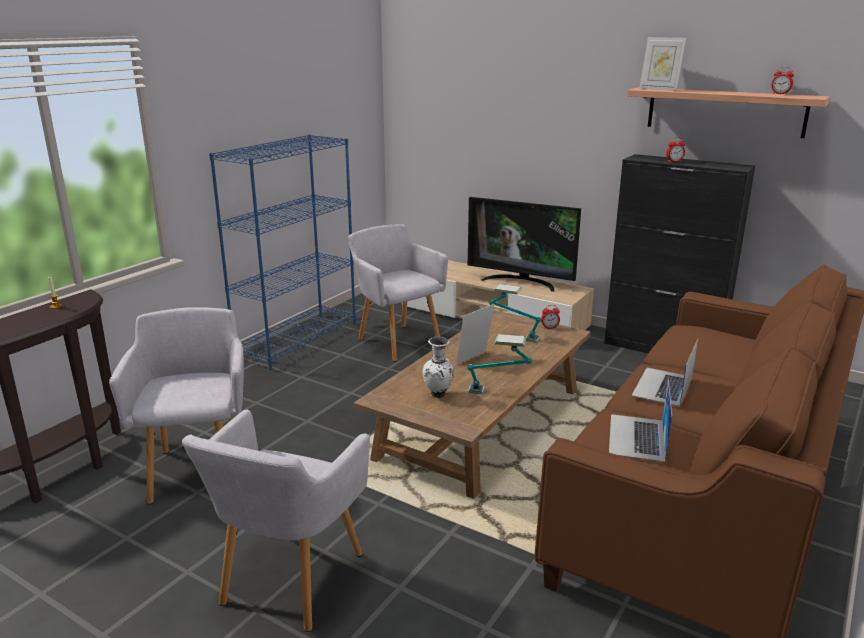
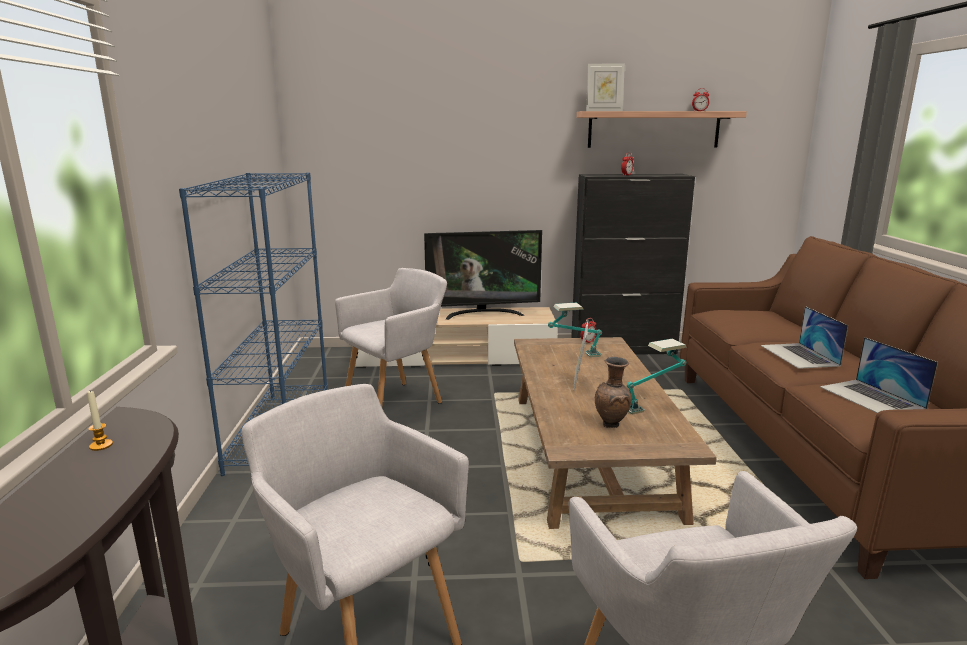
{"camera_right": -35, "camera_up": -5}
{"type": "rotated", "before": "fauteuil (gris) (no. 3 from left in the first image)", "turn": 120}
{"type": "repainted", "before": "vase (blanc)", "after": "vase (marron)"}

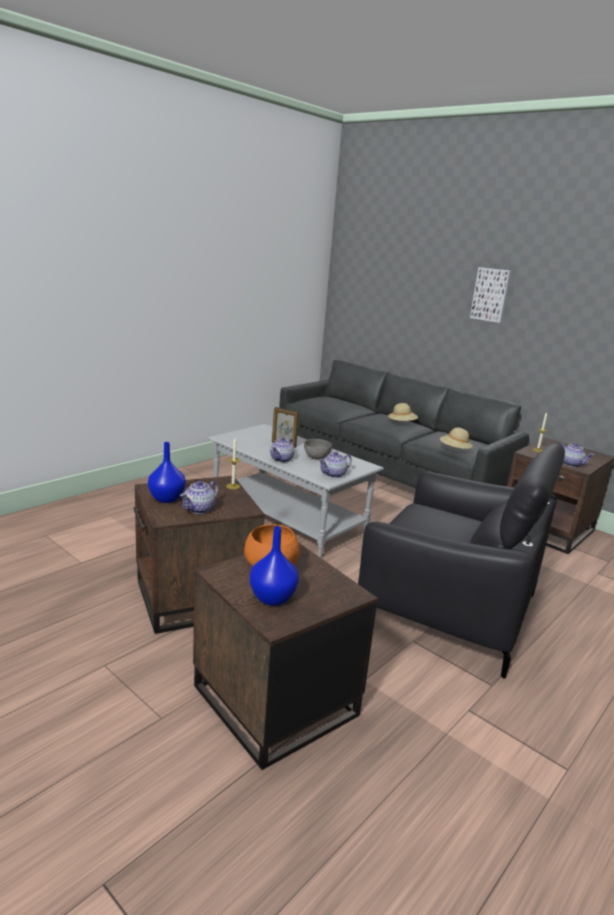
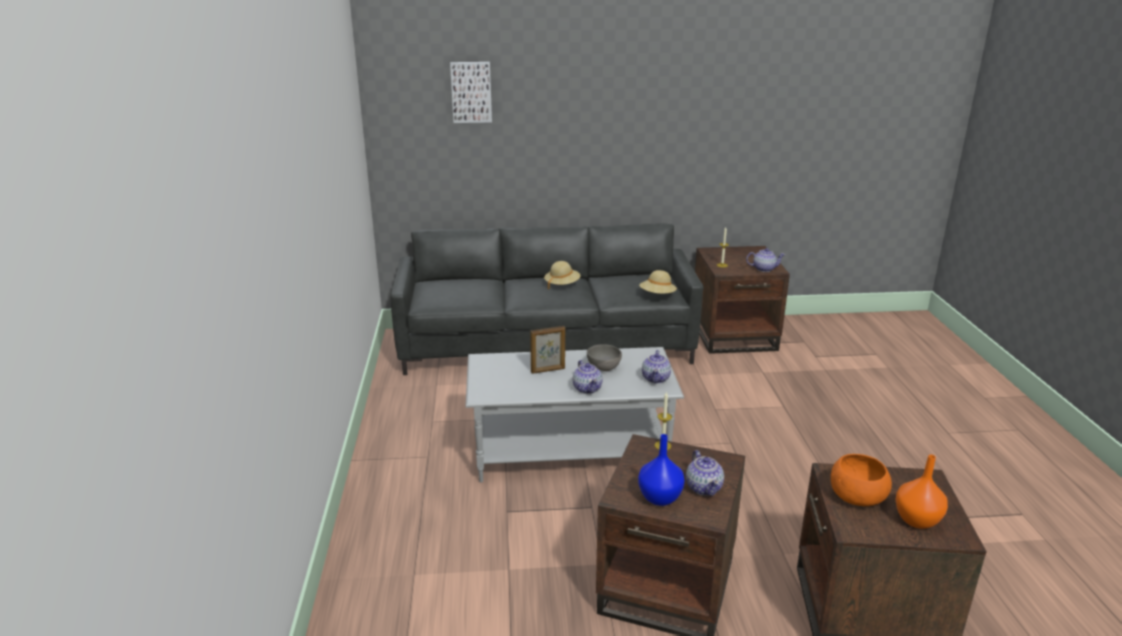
{"camera_right": -45, "camera_up": 5}
{"type": "repainted", "before": "vase (bleu) (no. 2 from left)", "after": "vase (orange)"}
{"type": "gone", "before": "fauteuil (noir)"}
{"type": "shifted", "before": "tableau"}

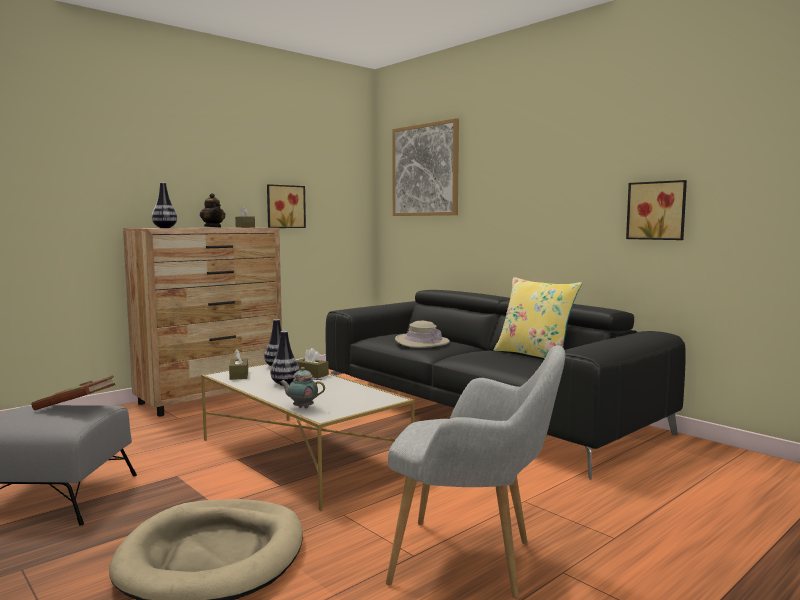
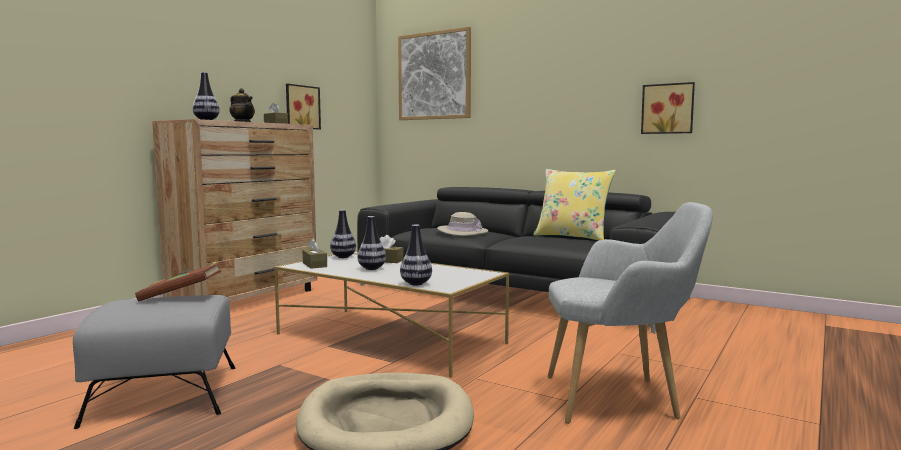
{"camera_right": -15, "camera_up": 0}
{"type": "swapped", "before": "théière (no. 2 from left)", "after": "vase (no. 4 from left)"}

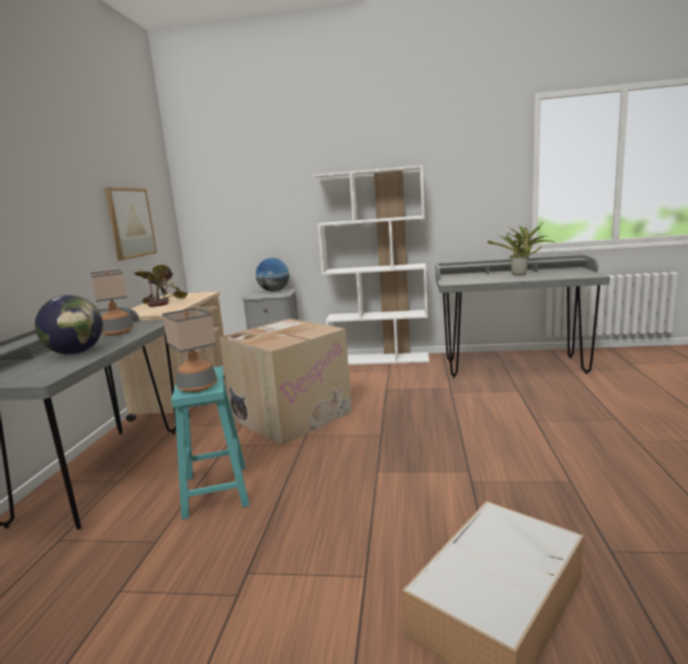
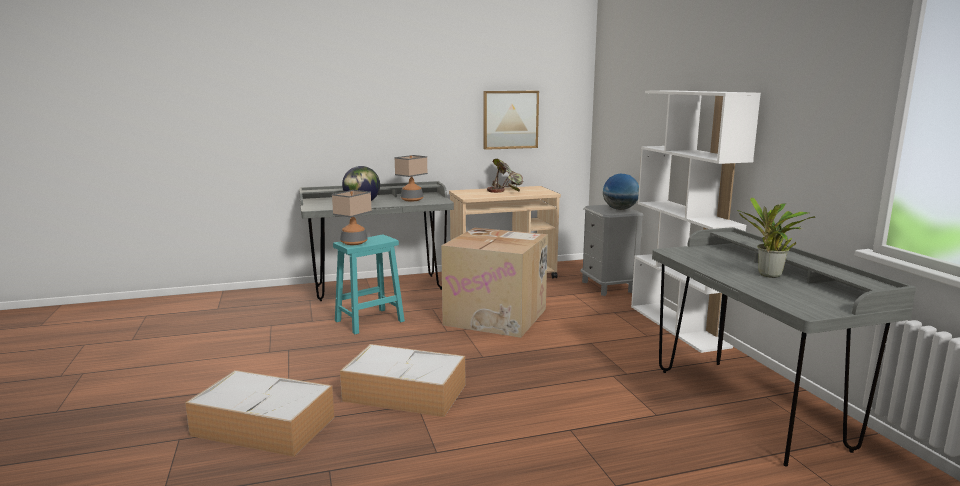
{"camera_right": 65, "camera_up": 0}
{"type": "new", "after": "boîte de rangement (no. 2 from left)"}

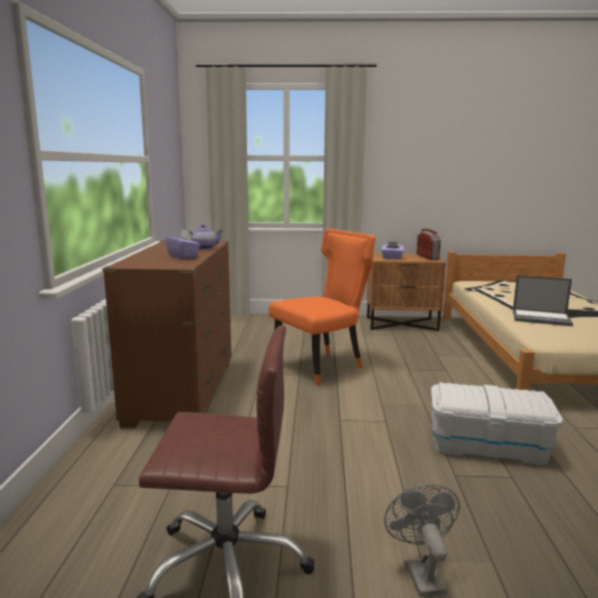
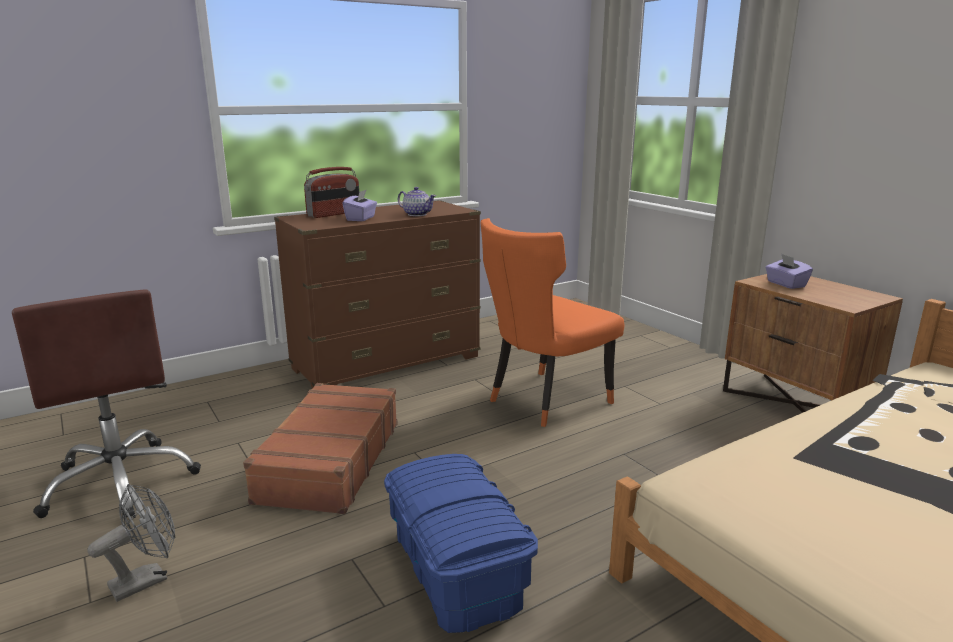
{"camera_right": 55, "camera_up": 5}
{"type": "rotated", "before": "chaise (orange)", "turn": 120}
{"type": "shifted", "before": "radio"}
{"type": "repainted", "before": "boîte de rangement (blanc)", "after": "boîte de rangement (bleu)"}
{"type": "gone", "before": "ordinateur portable"}
{"type": "new", "after": "valise (marron)"}

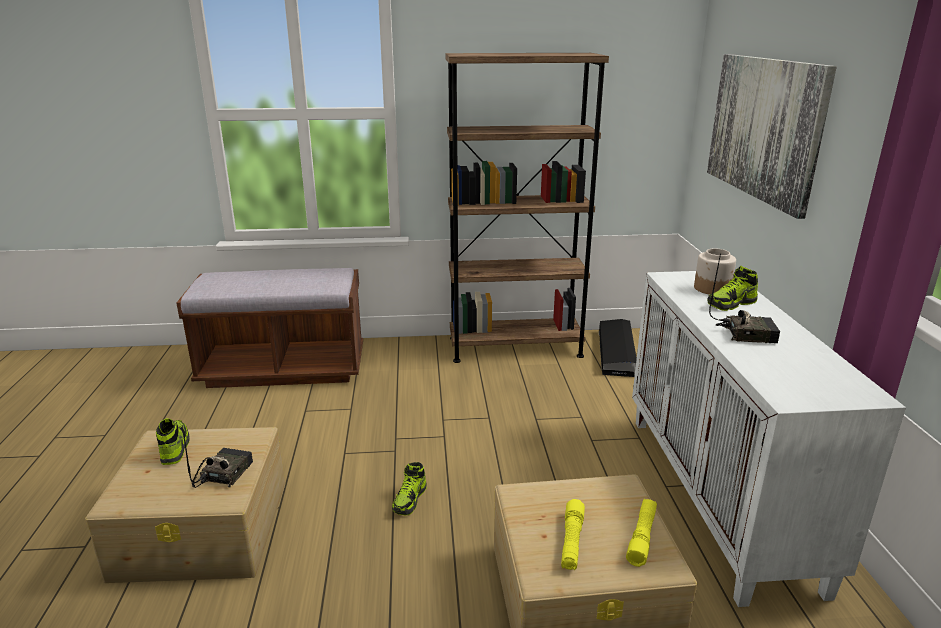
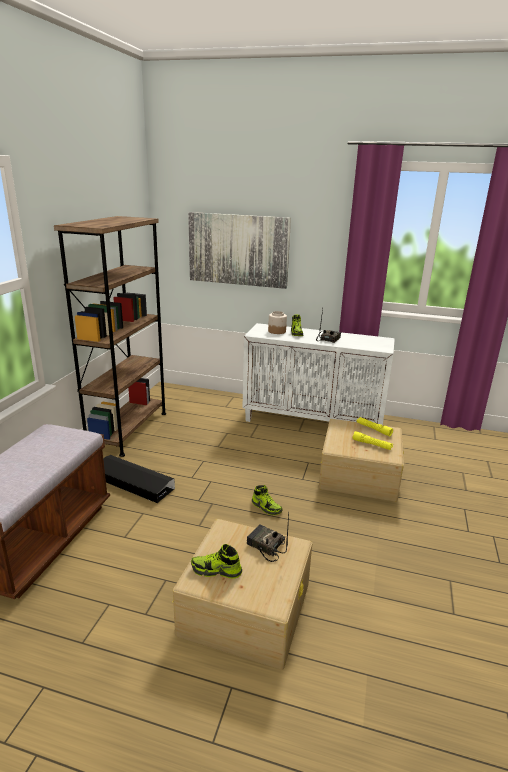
{"camera_right": -70, "camera_up": 0}
{"type": "shifted", "before": "boîte de rangement (noir)"}

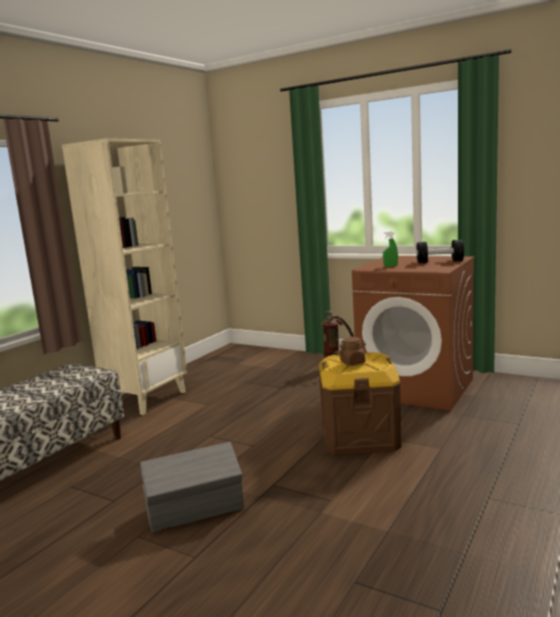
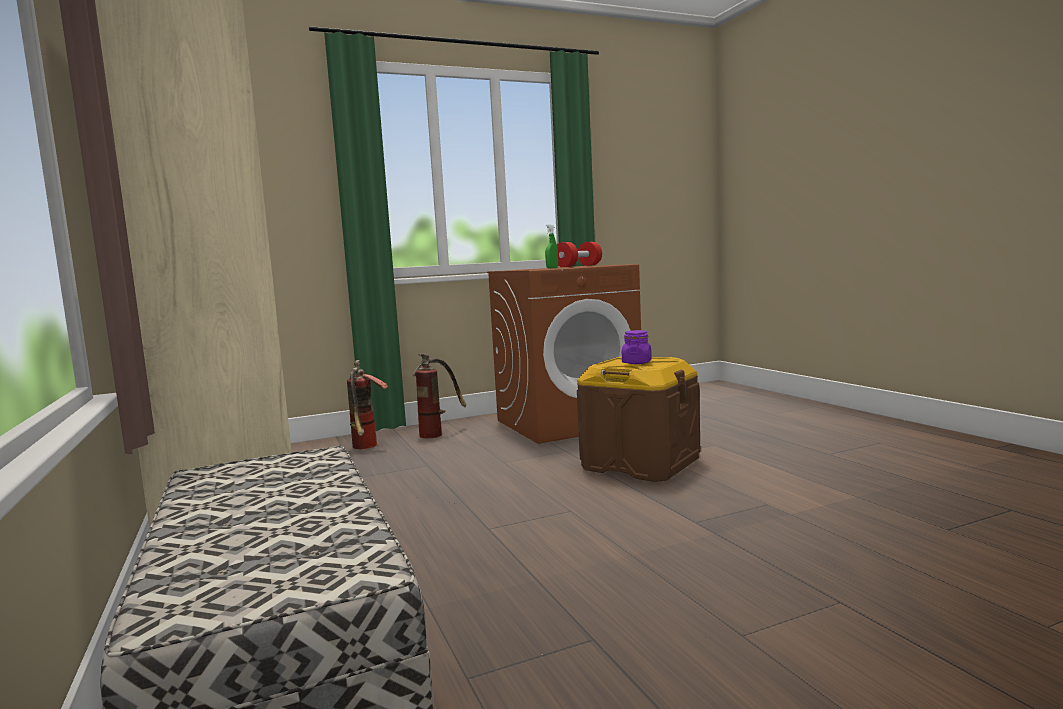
{"camera_right": -55, "camera_up": -5}
{"type": "gone", "before": "boîte de rangement (gris)"}
{"type": "repainted", "before": "bocal (marron)", "after": "bocal (violet)"}
{"type": "repainted", "before": "haltère (noir)", "after": "haltère (rouge)"}
{"type": "new", "after": "extincteur (no. 1 from left)"}

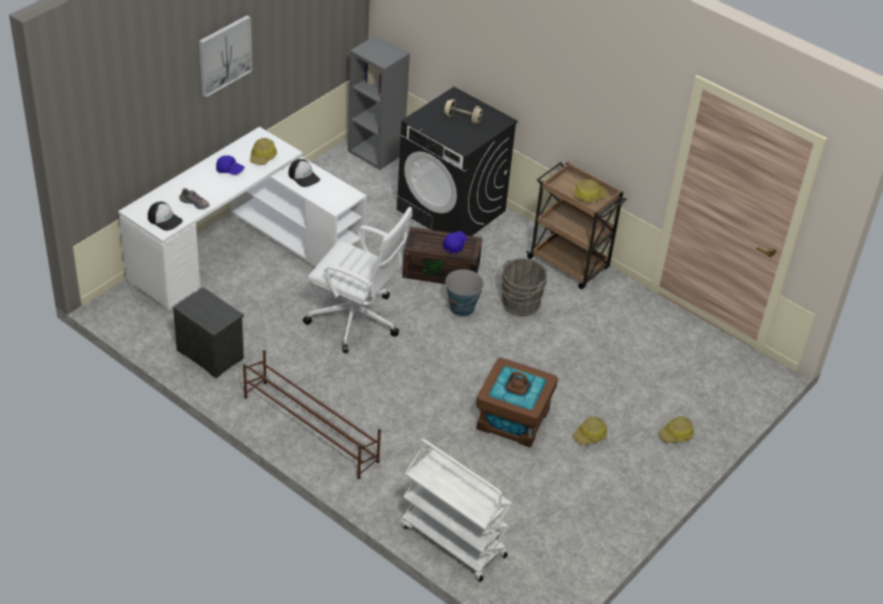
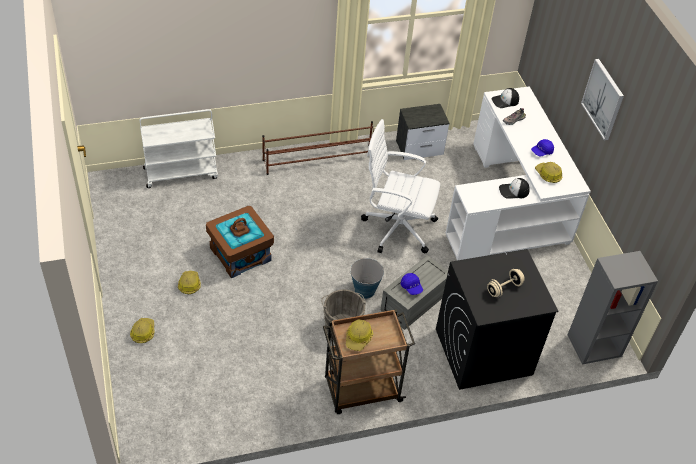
{"camera_right": 125, "camera_up": 5}
{"type": "rotated", "before": "chaise de bureau (blanc)", "turn": 45}
{"type": "repainted", "before": "boîte de rangement (marron) (no. 1 from left)", "after": "boîte de rangement (gris)"}

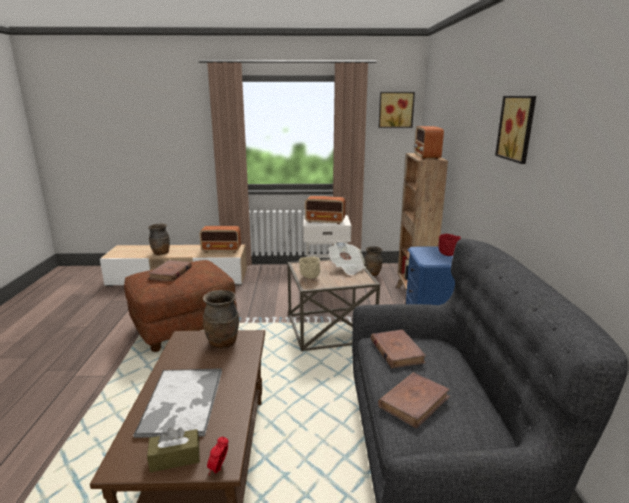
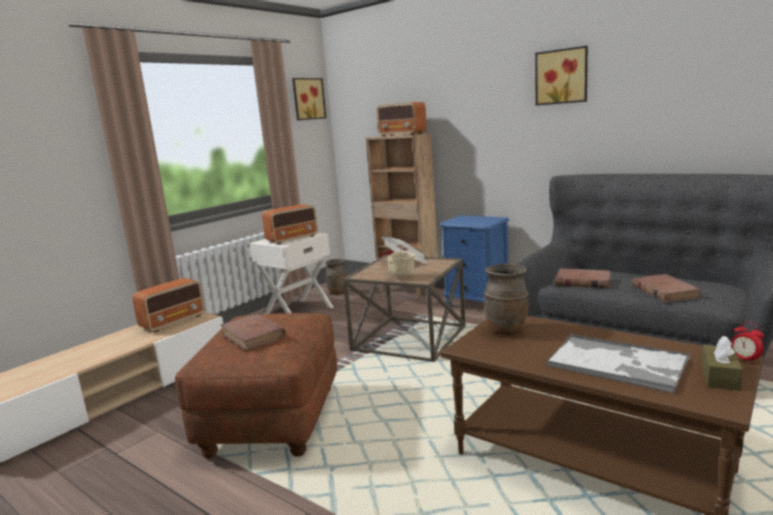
{"camera_right": -50, "camera_up": -5}
{"type": "gone", "before": "vase (marron) (no. 1 from left)"}
{"type": "gone", "before": "bol (rouge)"}

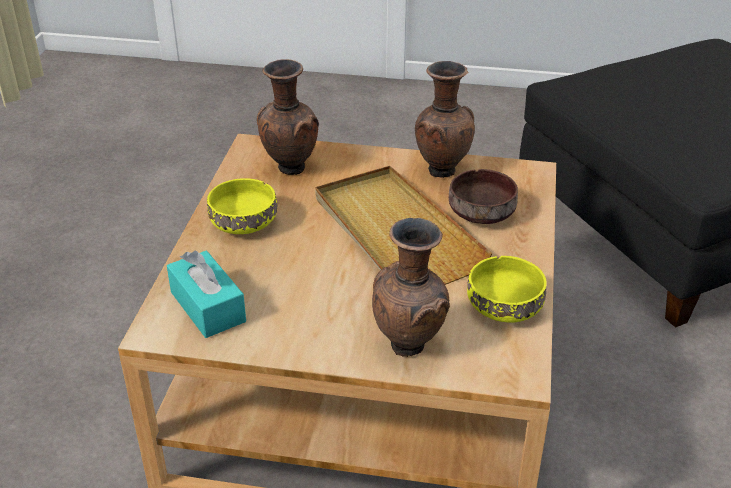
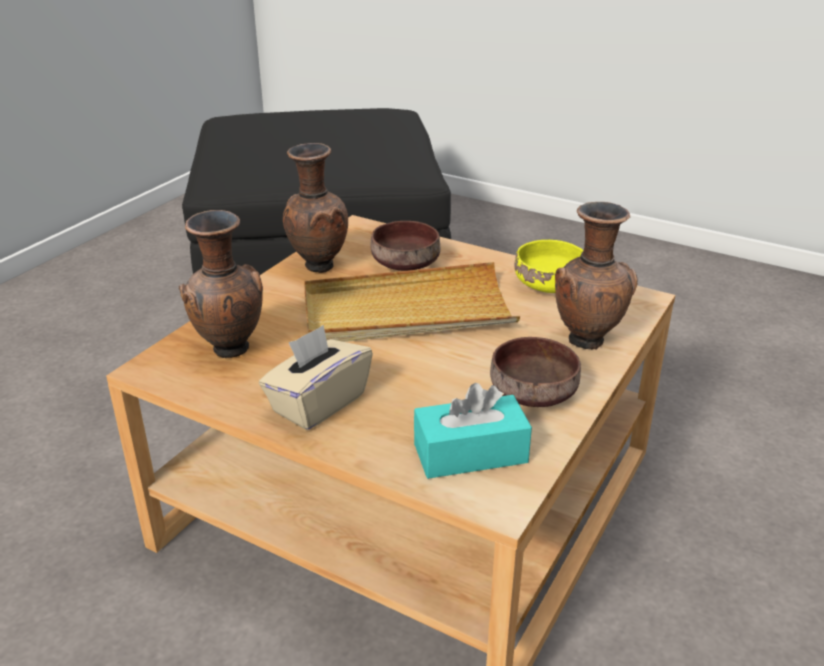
{"camera_right": -70, "camera_up": -5}
{"type": "swapped", "before": "bol (jaune) (no. 1 from left)", "after": "boîte à mouchoirs (beige)"}
{"type": "new", "after": "bol (marron) (no. 2 from left)"}

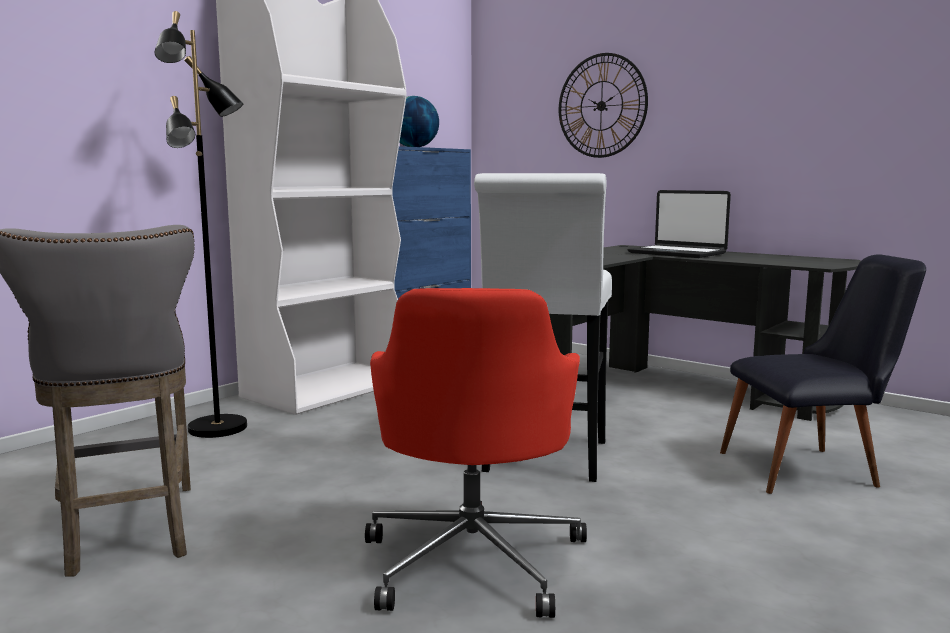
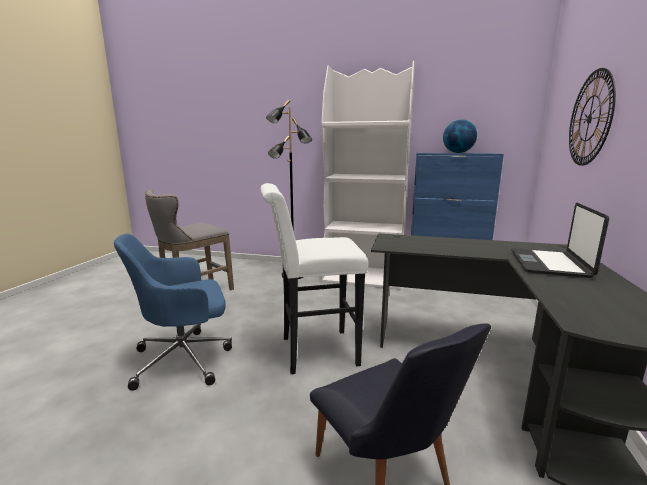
{"camera_right": 65, "camera_up": 5}
{"type": "repainted", "before": "chaise de bureau (rouge)", "after": "chaise de bureau (bleu)"}

